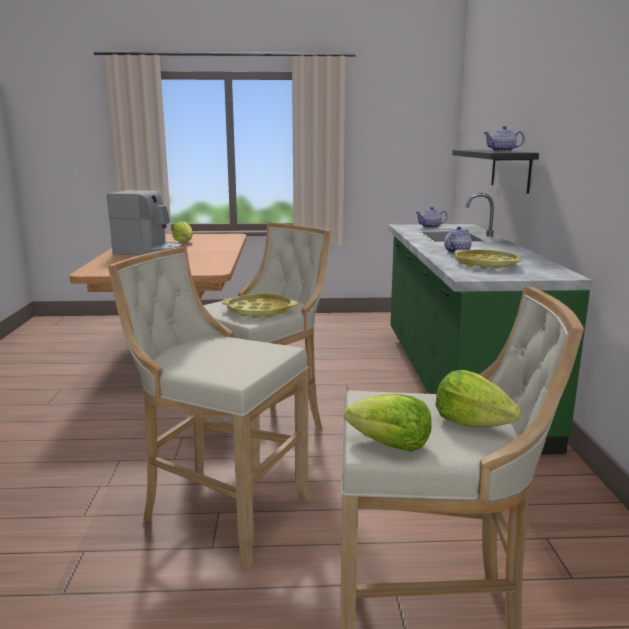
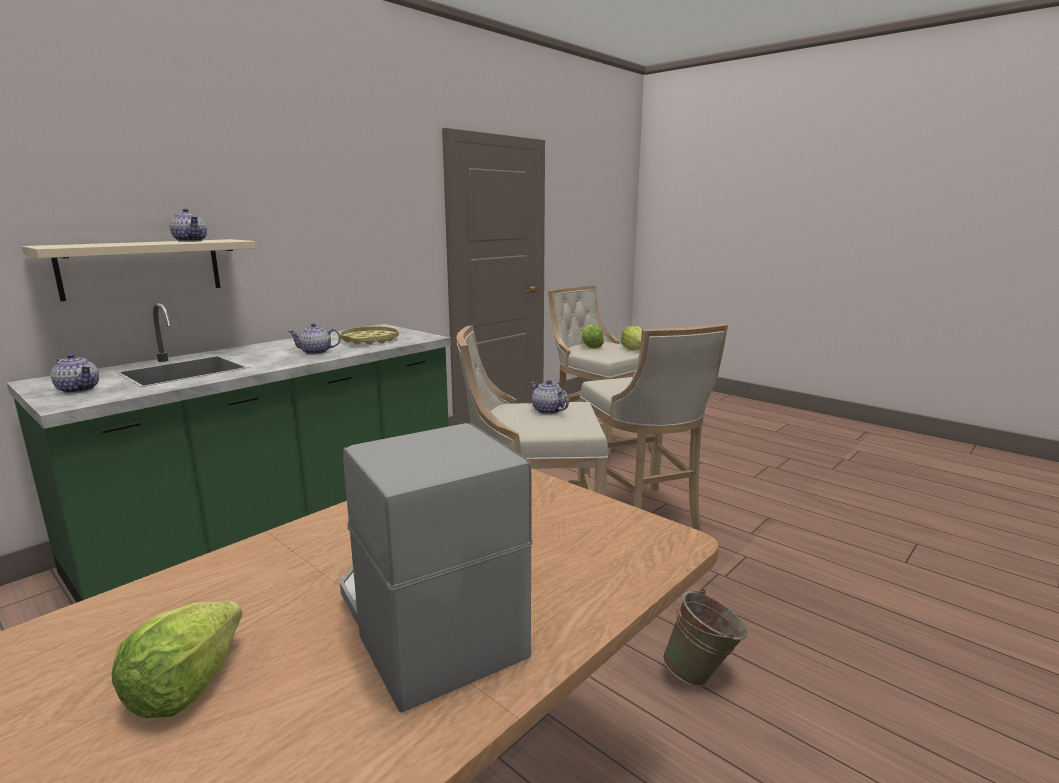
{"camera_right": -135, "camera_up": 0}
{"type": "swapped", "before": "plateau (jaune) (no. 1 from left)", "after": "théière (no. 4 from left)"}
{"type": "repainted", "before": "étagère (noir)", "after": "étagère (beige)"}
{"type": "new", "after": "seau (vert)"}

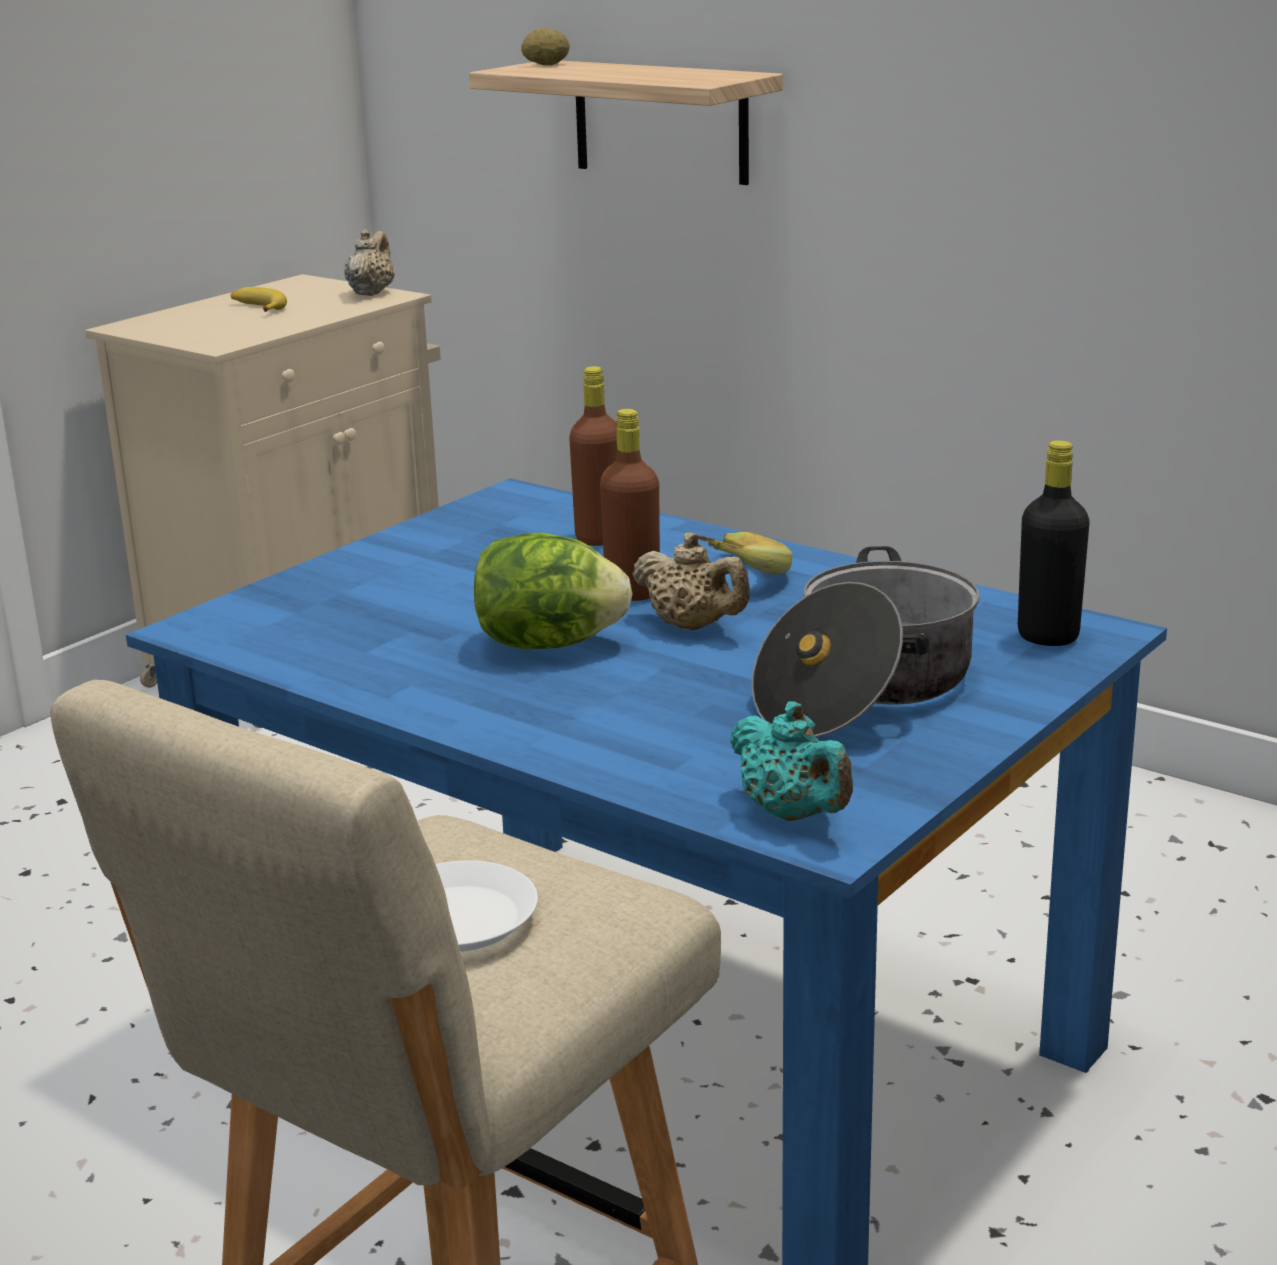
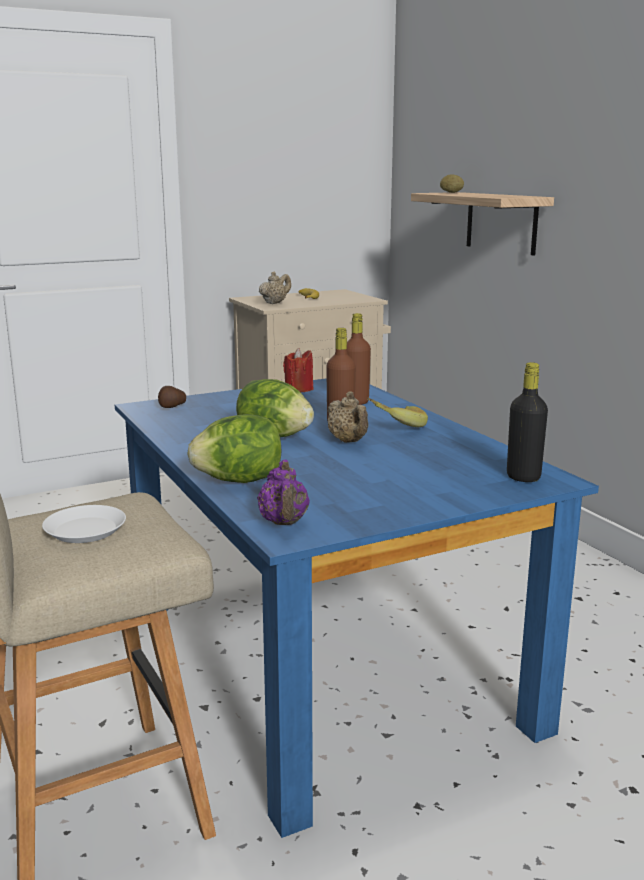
{"camera_right": 25, "camera_up": -5}
{"type": "shifted", "before": "théière (beige) (no. 1 from left)"}
{"type": "repainted", "before": "théière (turquoise)", "after": "théière (violet)"}
{"type": "gone", "before": "marmite"}
{"type": "new", "after": "pomme de terre (no. 1 from left)"}
{"type": "new", "after": "laitue (no. 1 from left)"}
{"type": "new", "after": "bougie (rouge)"}

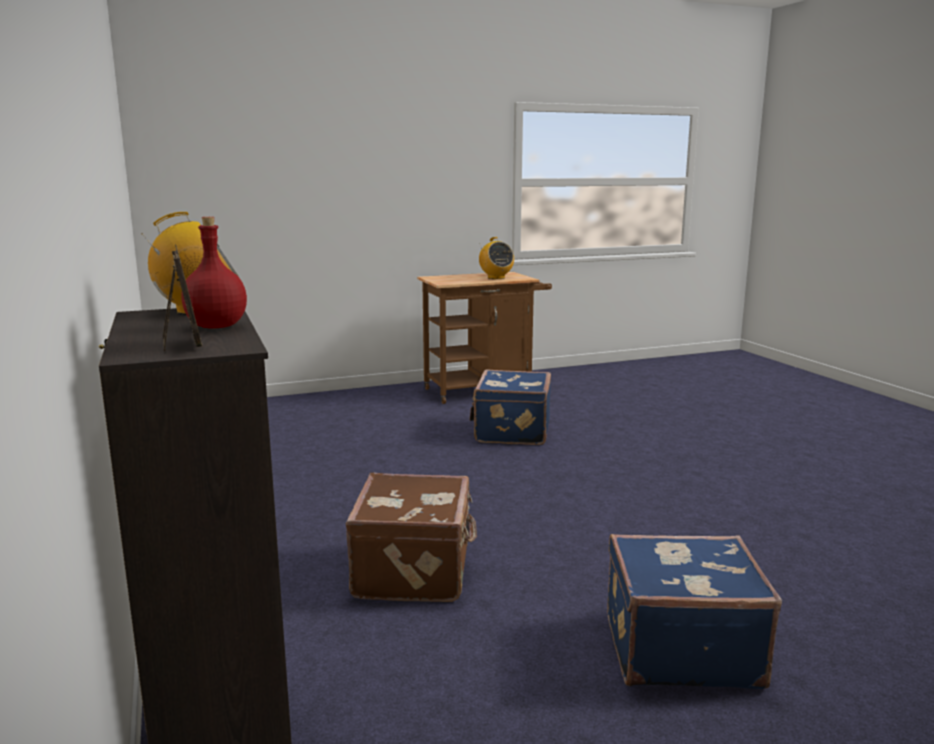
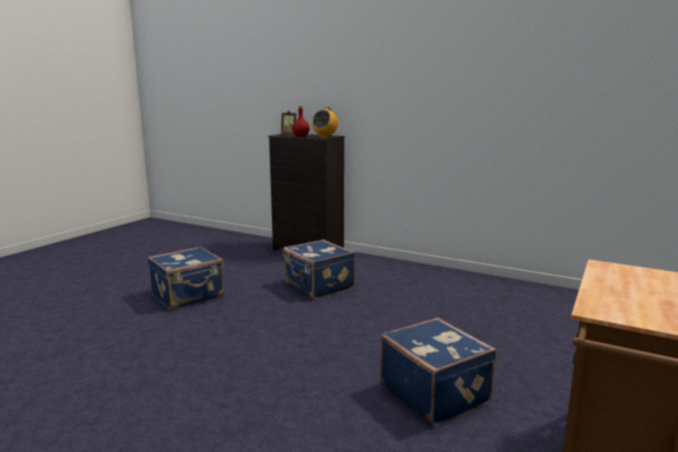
{"camera_right": 140, "camera_up": 0}
{"type": "repainted", "before": "valise (marron)", "after": "valise (bleu) (no. 2 from left)"}
{"type": "gone", "before": "radio (no. 2 from left)"}

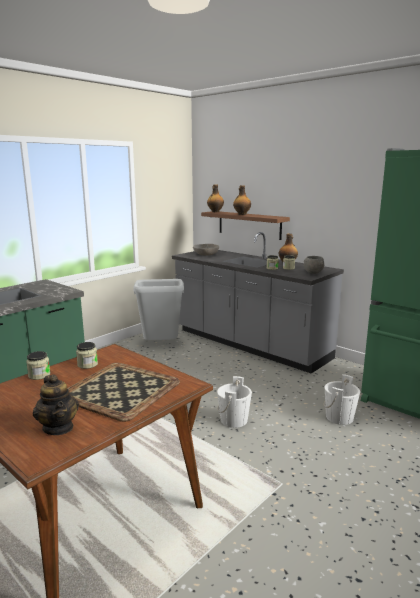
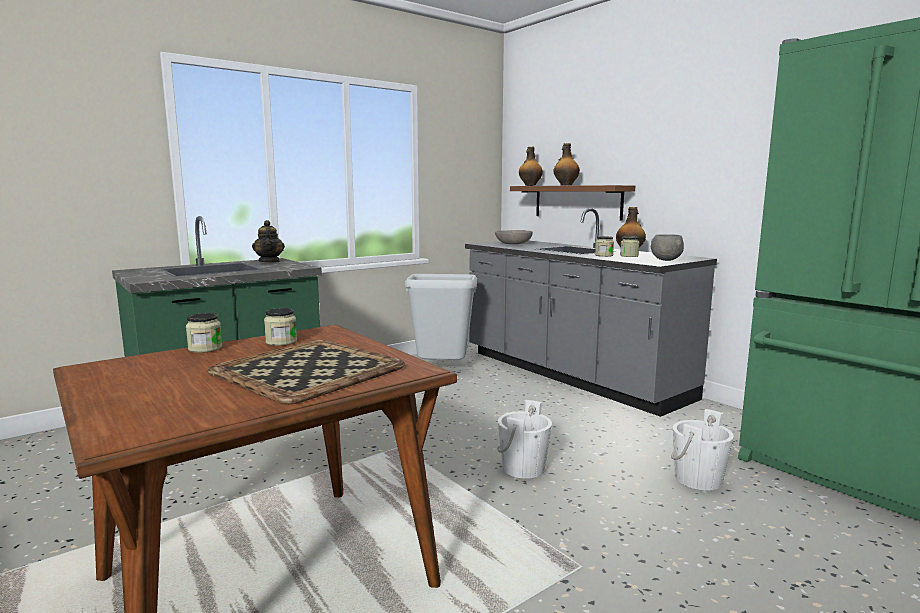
{"camera_right": 10, "camera_up": -5}
{"type": "shifted", "before": "théière"}

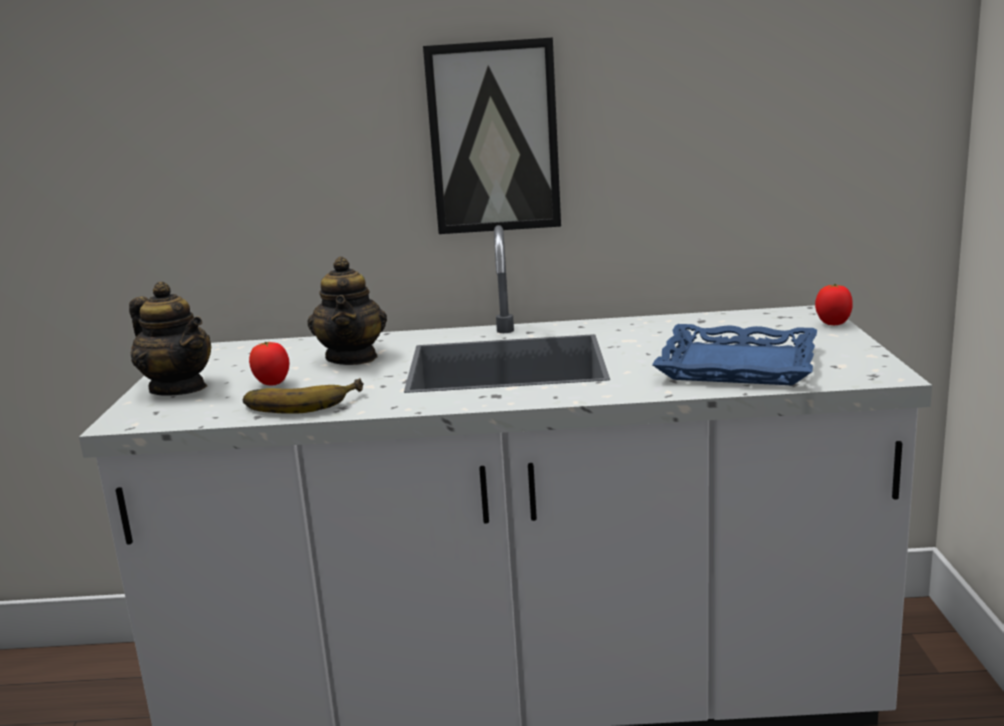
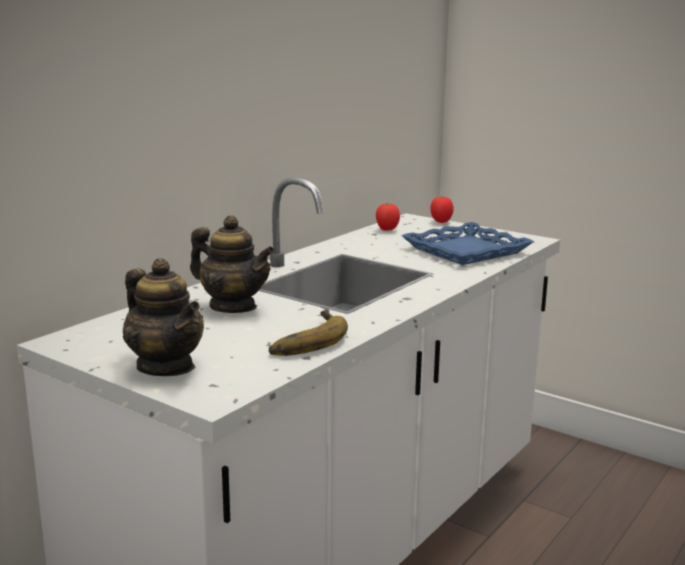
{"camera_right": -55, "camera_up": 0}
{"type": "rotated", "before": "théière (no. 1 from left)", "turn": 60}
{"type": "shifted", "before": "tomate (no. 1 from left)"}
{"type": "gone", "before": "tableau"}

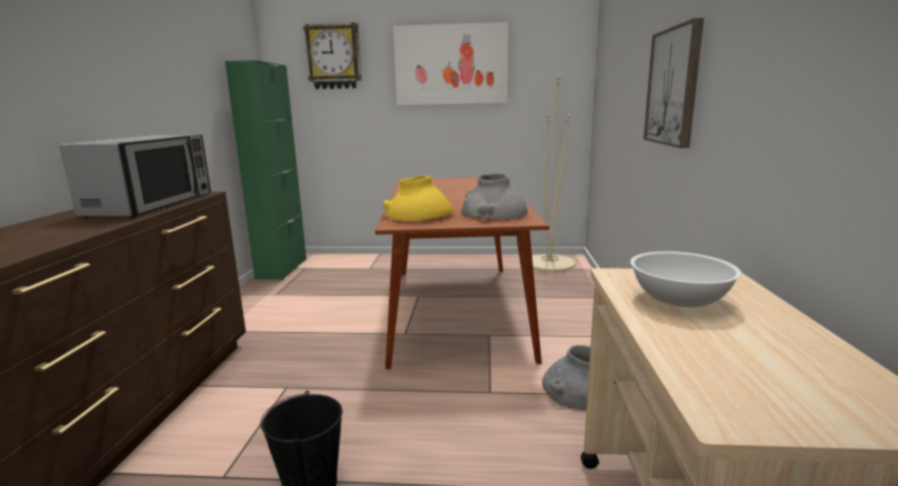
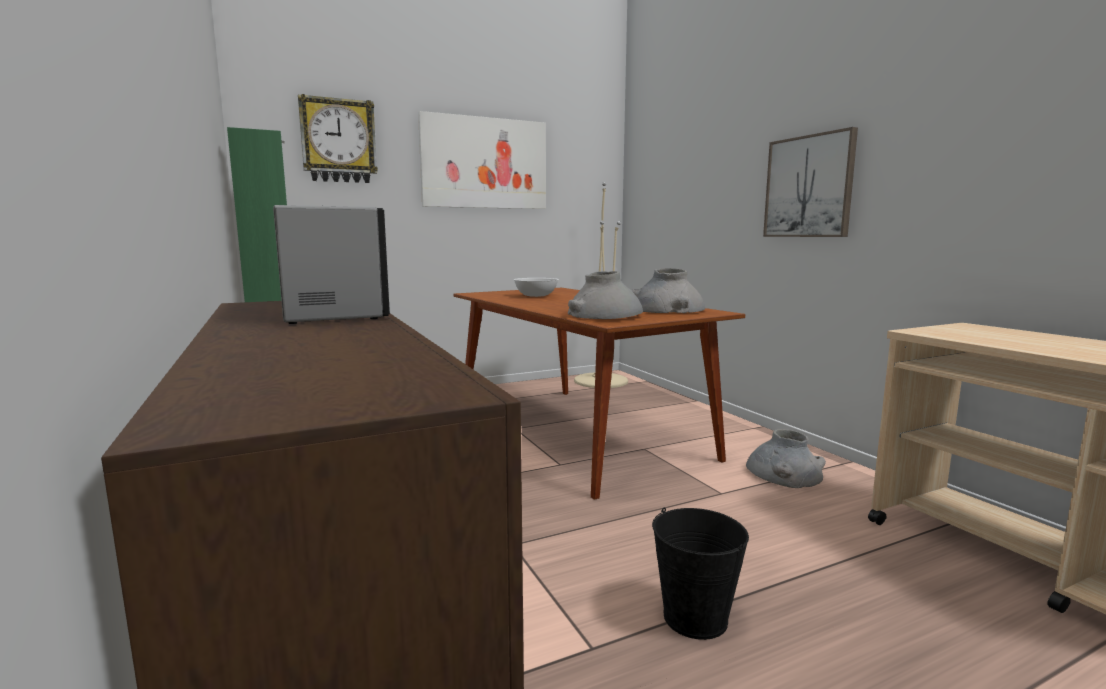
{"camera_right": -30, "camera_up": -5}
{"type": "repainted", "before": "vase (jaune)", "after": "vase (gris) (no. 1 from left)"}
{"type": "shifted", "before": "bol (blanc)"}

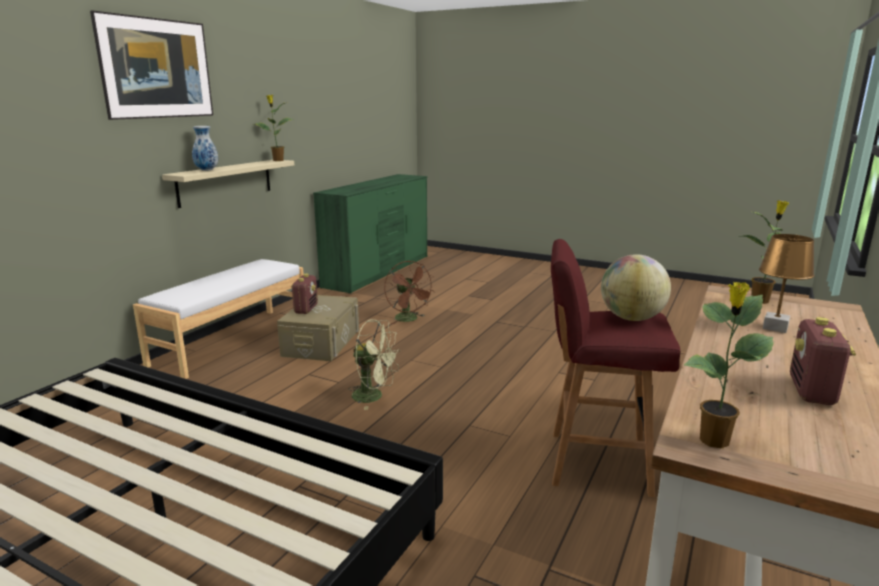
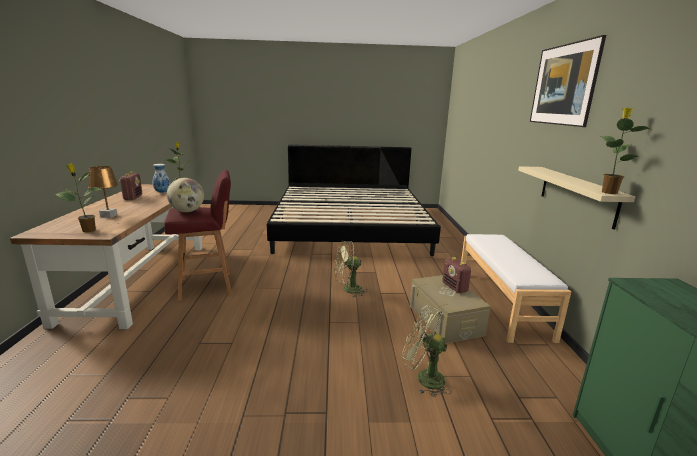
{"camera_right": 150, "camera_up": 0}
{"type": "shifted", "before": "vase"}
{"type": "repainted", "before": "ventilateur (marron)", "after": "ventilateur (vert) (no. 2 from left)"}

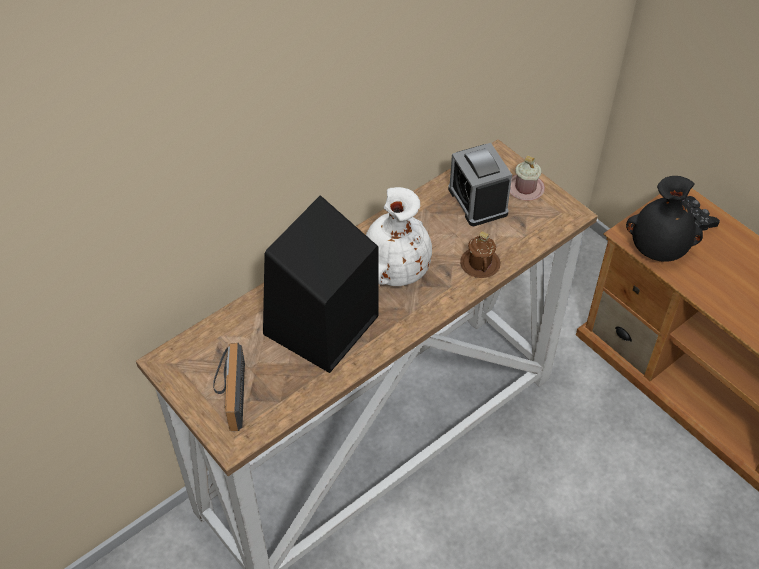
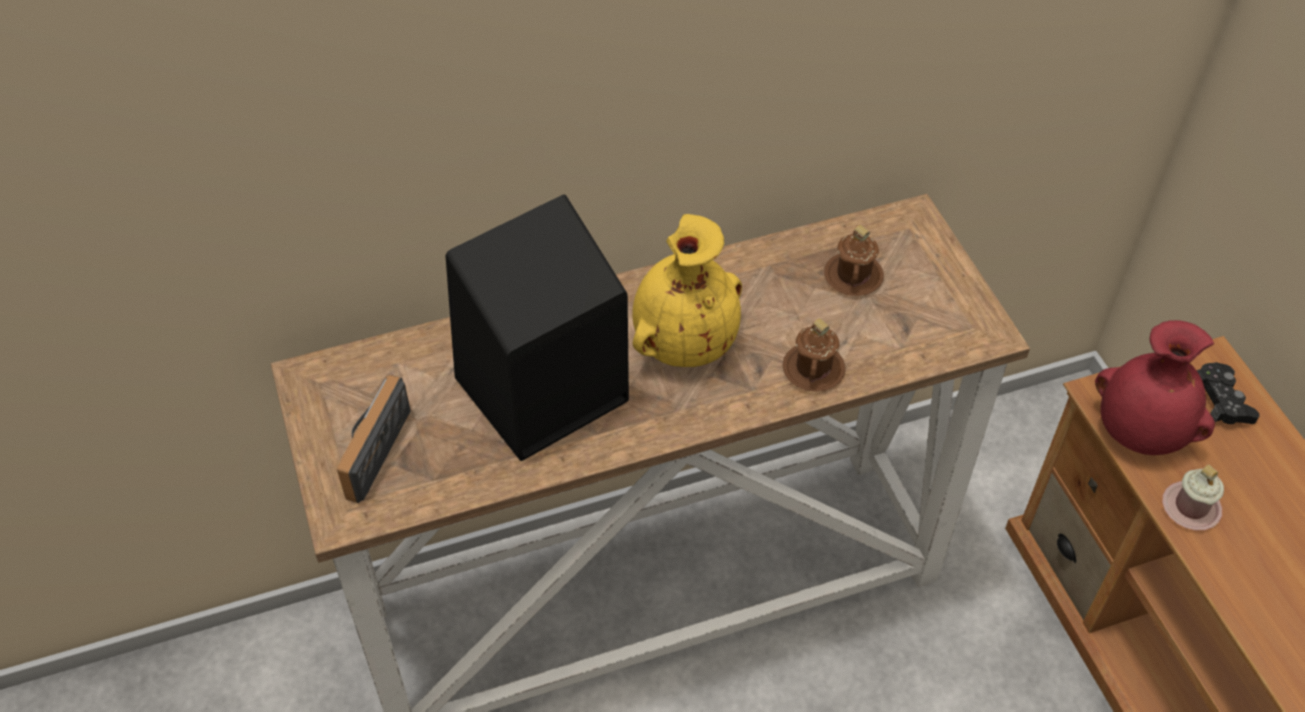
{"camera_right": 20, "camera_up": 0}
{"type": "repainted", "before": "vase (blanc)", "after": "vase (jaune)"}
{"type": "swapped", "before": "réveil", "after": "mug (marron) (no. 2 from left)"}
{"type": "shifted", "before": "mug (rose)"}
{"type": "repainted", "before": "vase (noir)", "after": "vase (rouge)"}

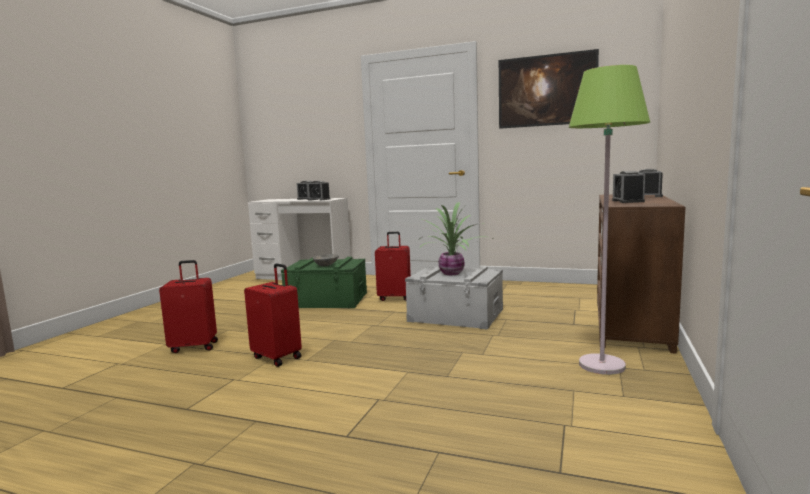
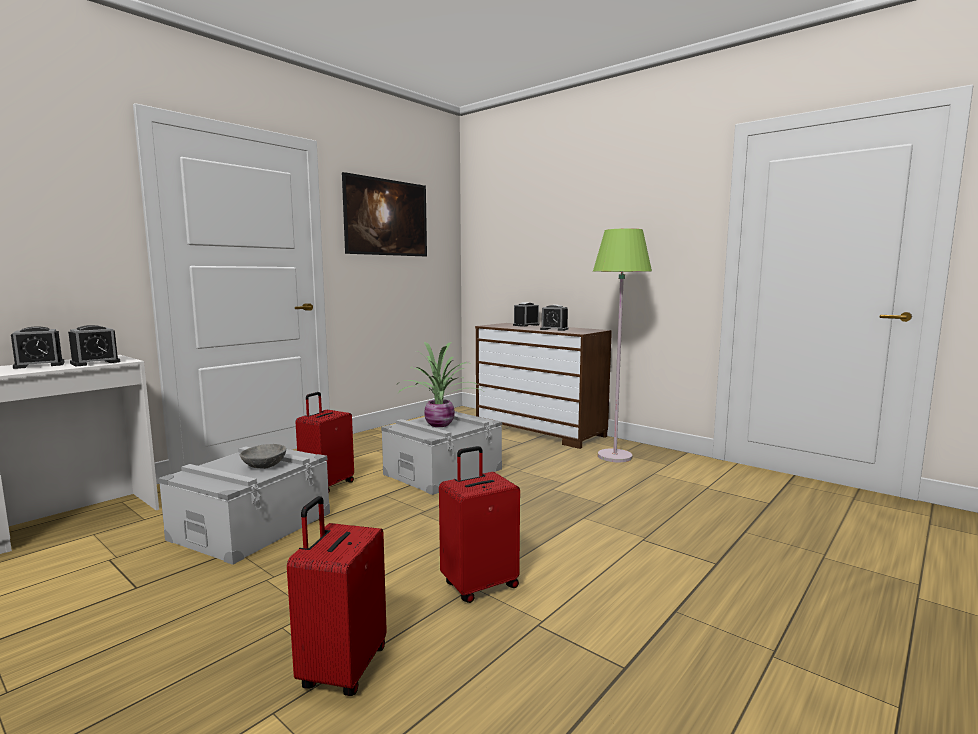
{"camera_right": -70, "camera_up": 0}
{"type": "repainted", "before": "boîte de rangement (vert)", "after": "boîte de rangement (gris) (no. 1 from left)"}

